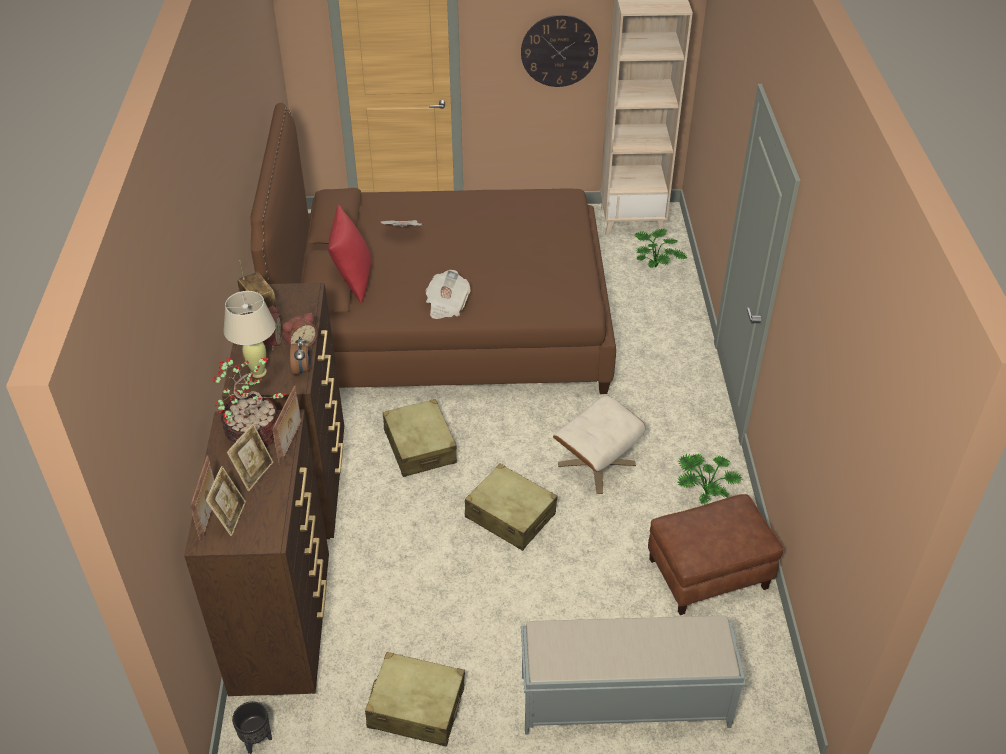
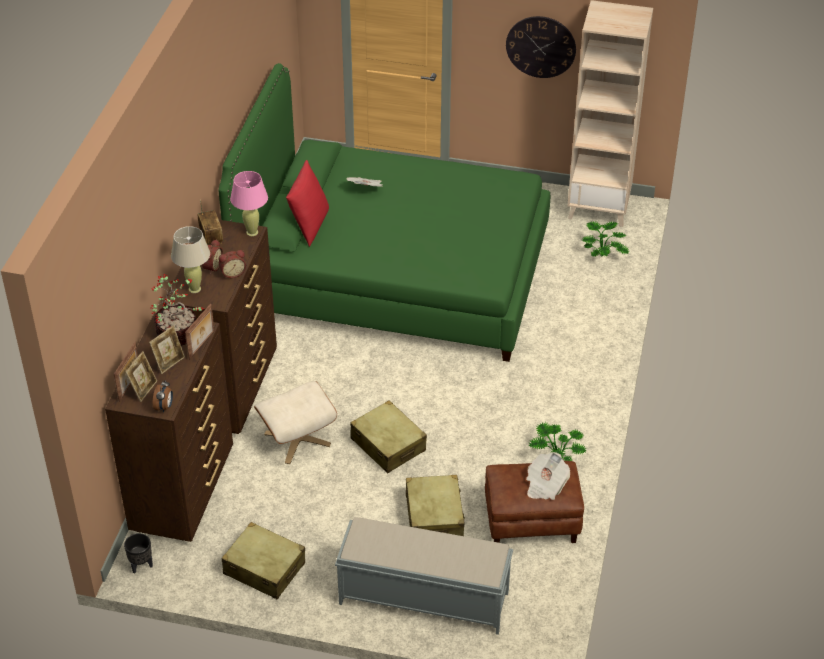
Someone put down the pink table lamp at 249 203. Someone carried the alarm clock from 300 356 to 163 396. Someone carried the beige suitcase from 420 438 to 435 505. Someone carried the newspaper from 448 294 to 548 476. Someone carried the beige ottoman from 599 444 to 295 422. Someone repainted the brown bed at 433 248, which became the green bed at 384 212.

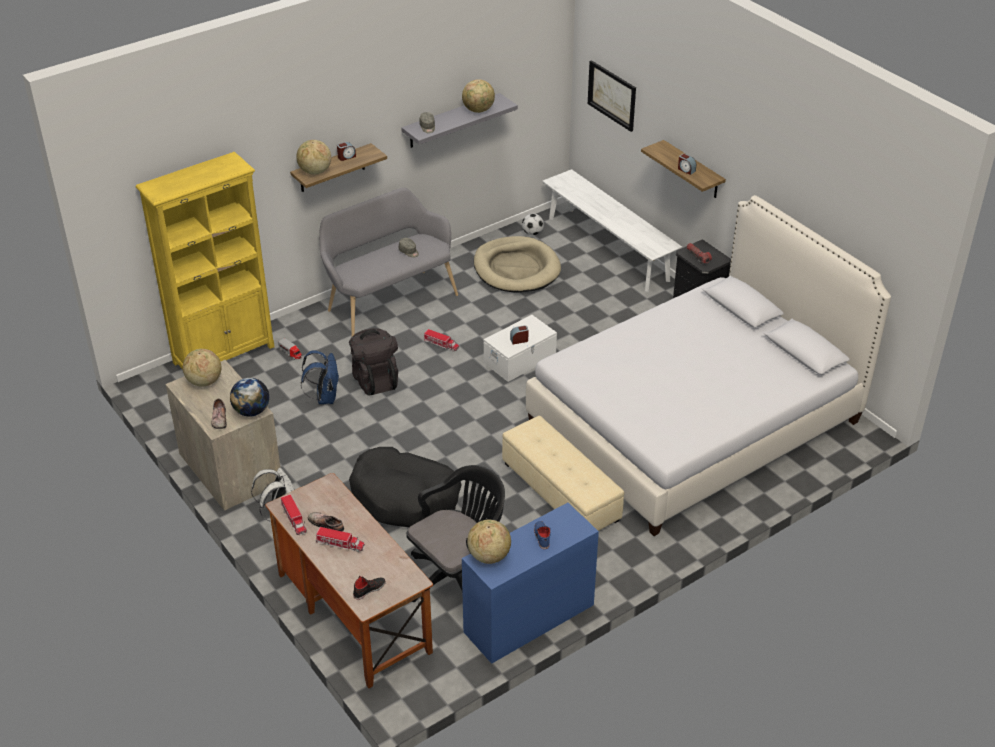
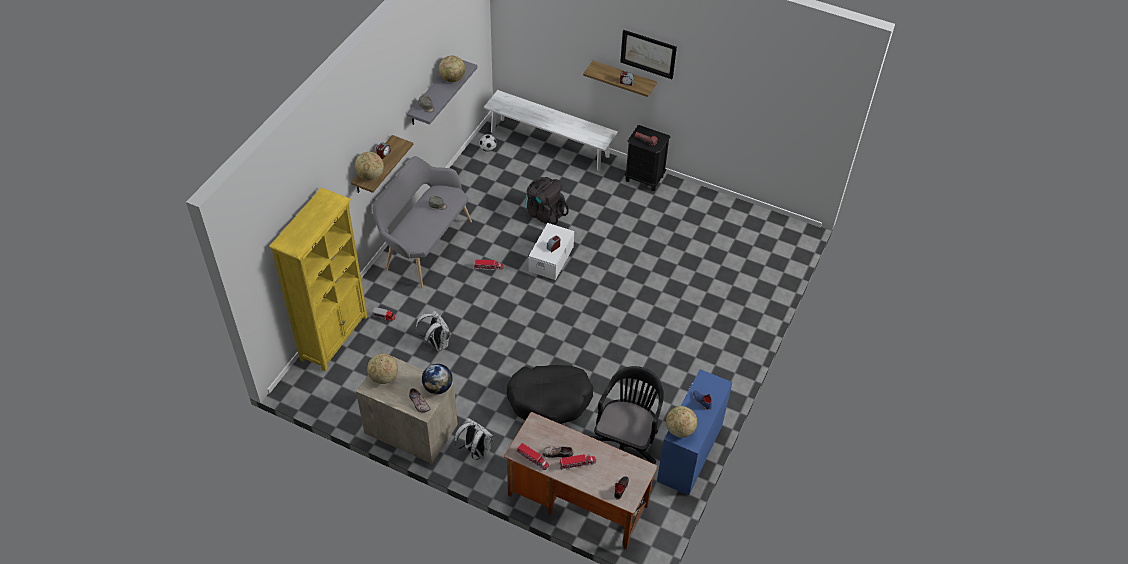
Someone took away the beige dog bed at 517 264. Someone took away the beige ottoman at 563 473. Someone took away the white bed at 708 365. Someone carried the black backpack from 373 362 to 547 201. Someone carried the picture from 612 96 to 648 54. Someone repainted the blue backpack at 320 377, which became the white backpack at 433 330.

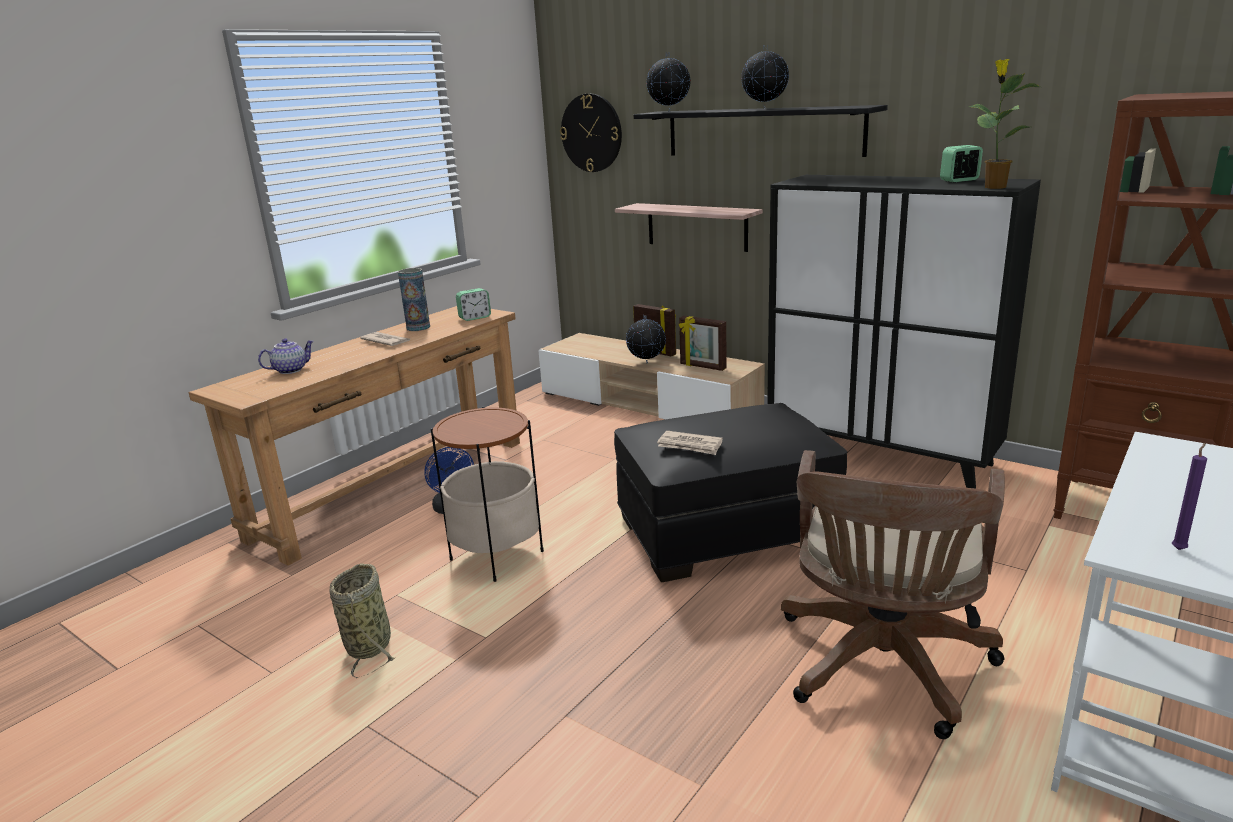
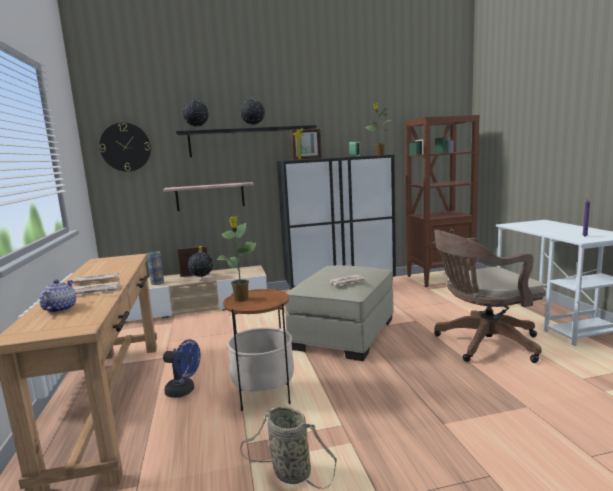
Someone took away the alarm clock at 473 304. Someone put down the newspaper at 96 288. Someone put down the potted plant at 236 259. Someone carried the vase from 414 299 to 155 268. Someone carried the picture frame from 703 343 to 306 144. Someone repainted the black ottoman at 730 492, which became the beige ottoman at 339 313. Someone rotated the brown office chair at 893 594 by 105 degrees clockwise.

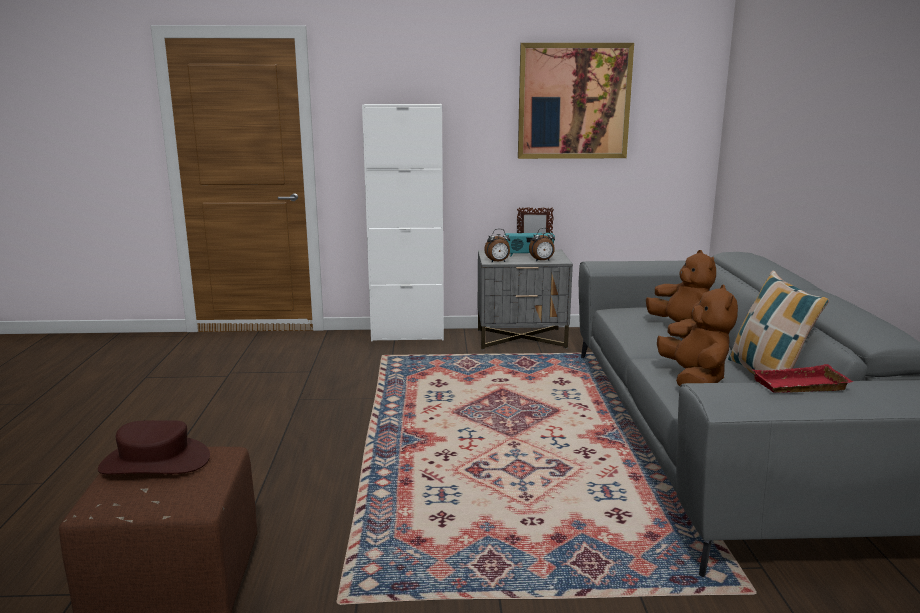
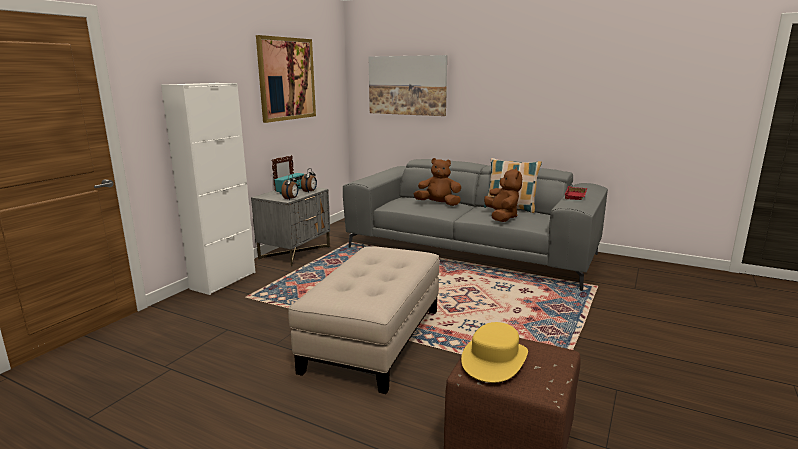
Someone put down the beige ottoman at 363 320. Someone put up the picture at 408 85. Someone repainted the brown hat at 154 447, which became the yellow hat at 494 352. Someone rotated the brown plush toy at 697 335 by 60 degrees clockwise.

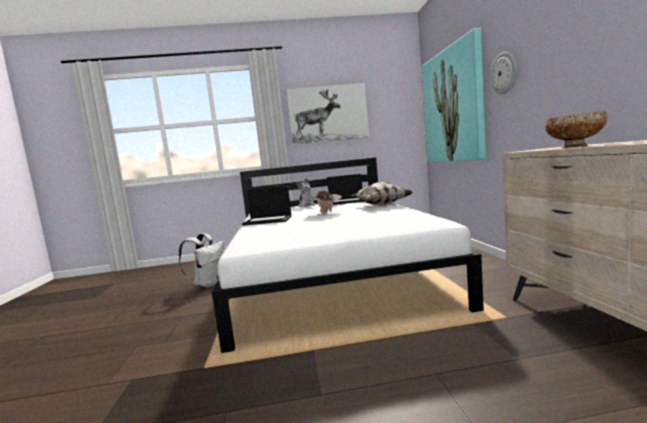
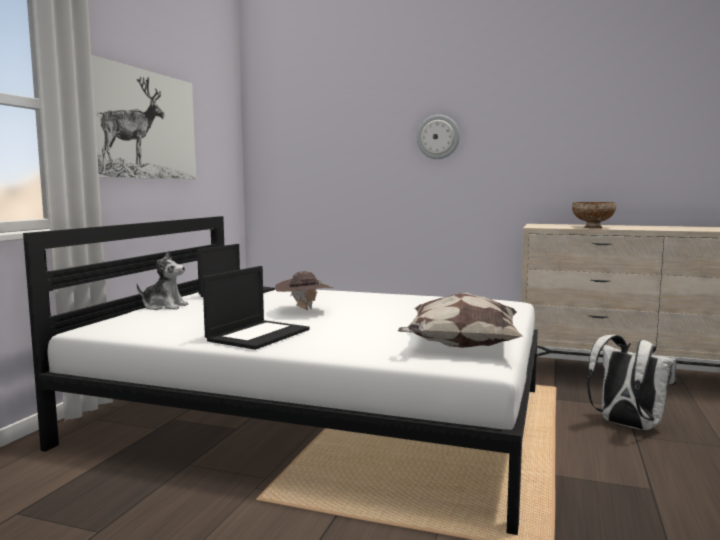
Someone took away the picture at 454 95. Someone carried the white backpack from 201 260 to 632 382. Someone carried the pillow from 381 194 to 460 320.

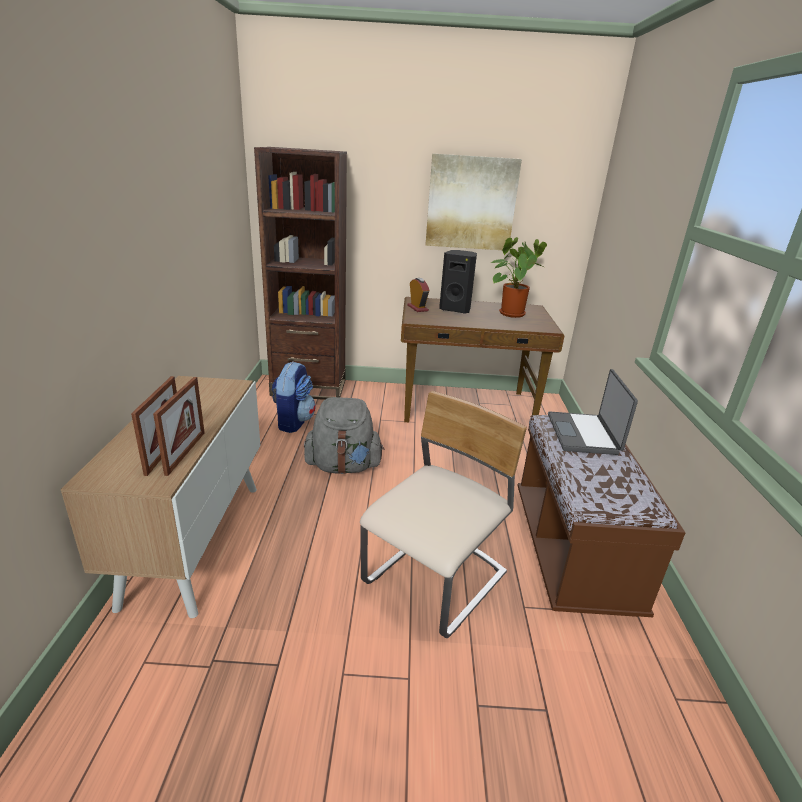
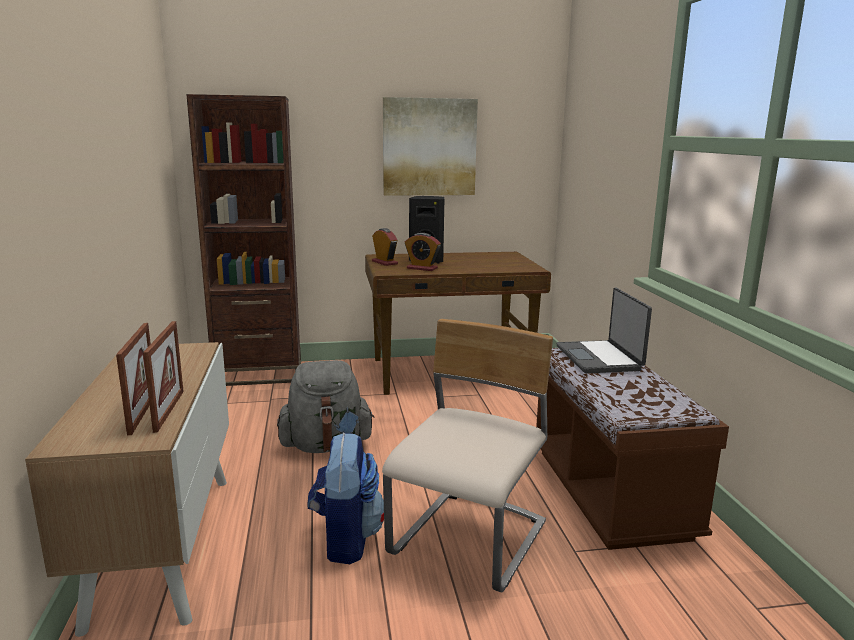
Someone took away the potted plant at 519 277. Someone put down the alarm clock at 423 252. Someone carried the backpack from 294 397 to 345 498.

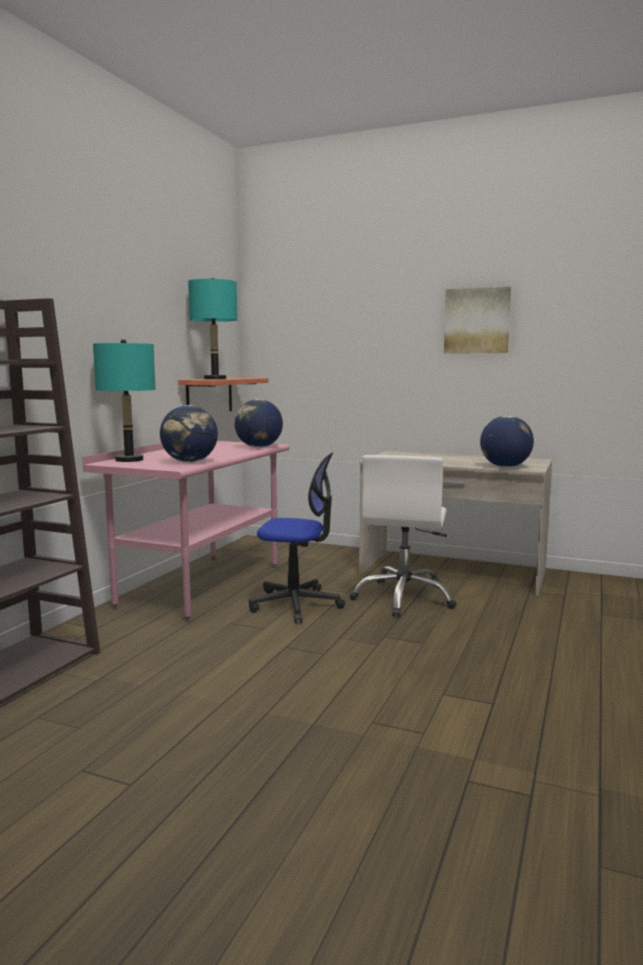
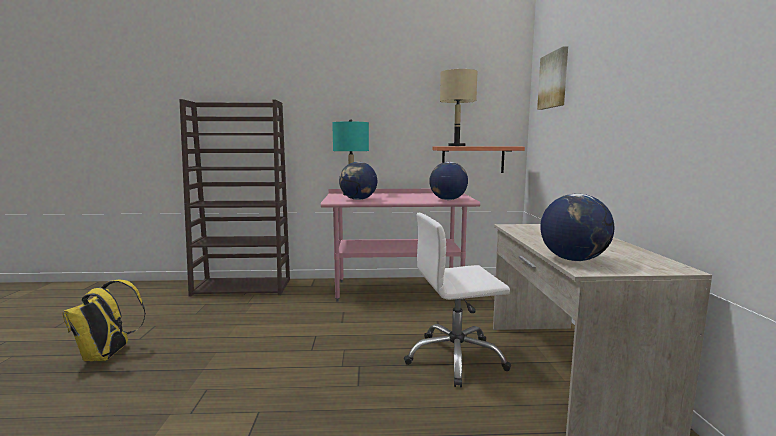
Someone took away the office chair at 297 537. Someone put down the yellow backpack at 104 320. Someone carried the picture from 477 319 to 552 78. Someone repainted the turquoise table lamp at 212 328, which became the beige table lamp at 458 107.

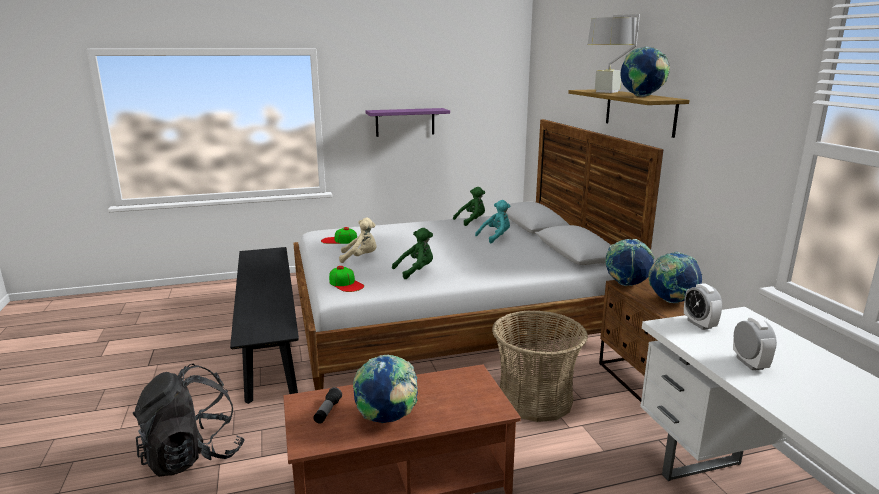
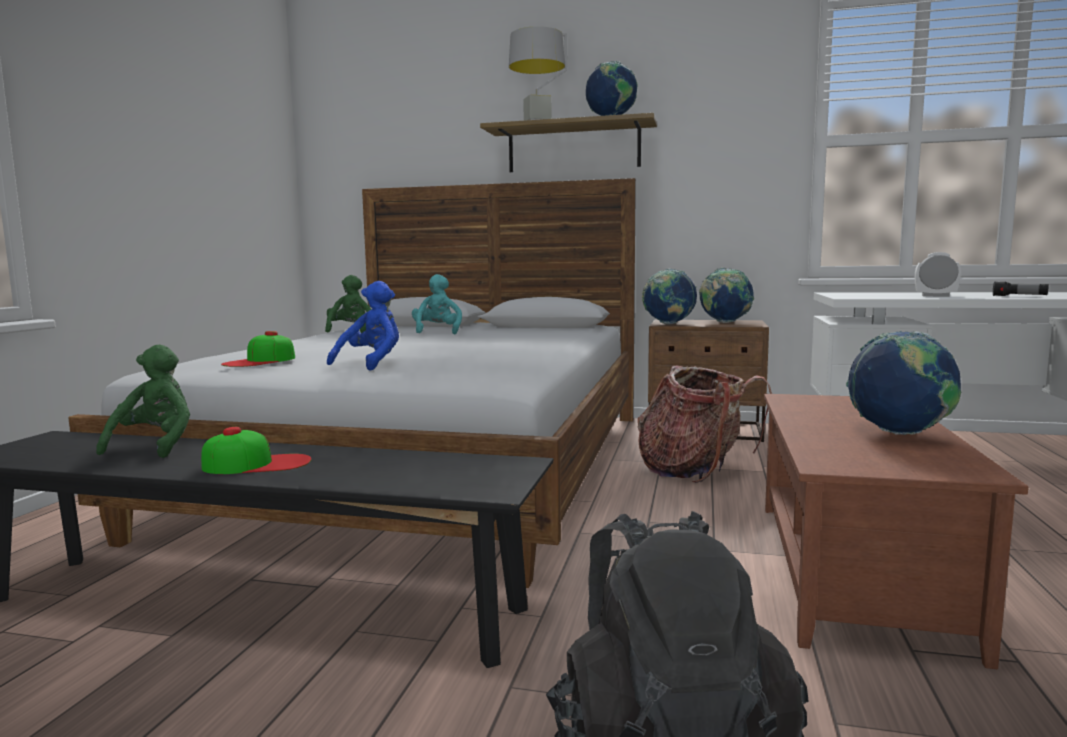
Someone took away the purple shelf at 408 122. Someone took away the alarm clock at 703 307. Someone carried the flashlight from 327 405 to 1021 289. Someone carried the cap from 346 279 to 256 450. Someone carried the green plush toy from 412 253 to 143 401. Someone swapped the basket at 540 366 for the backpack at 704 424. Someone repainted the beige plush toy at 358 240, which became the blue plush toy at 363 326.

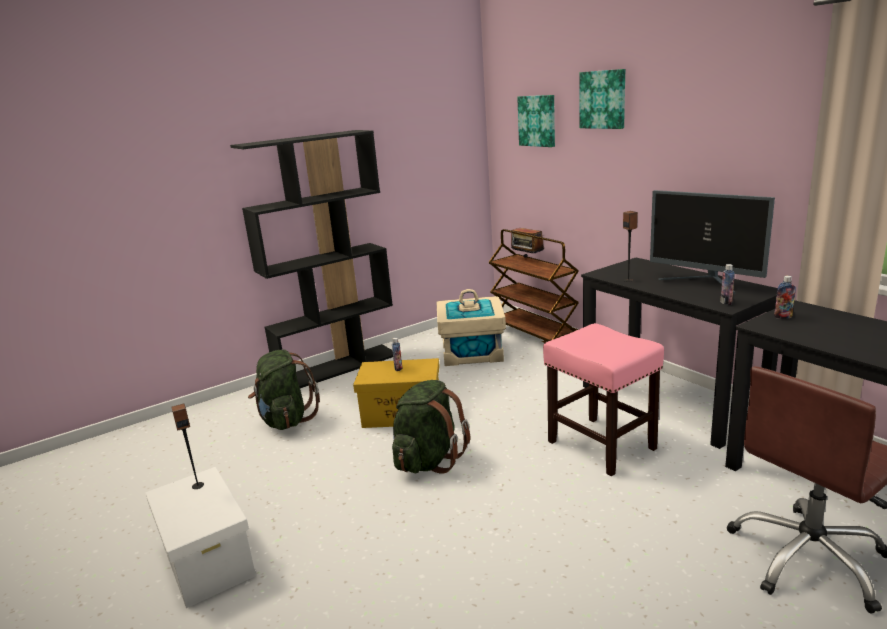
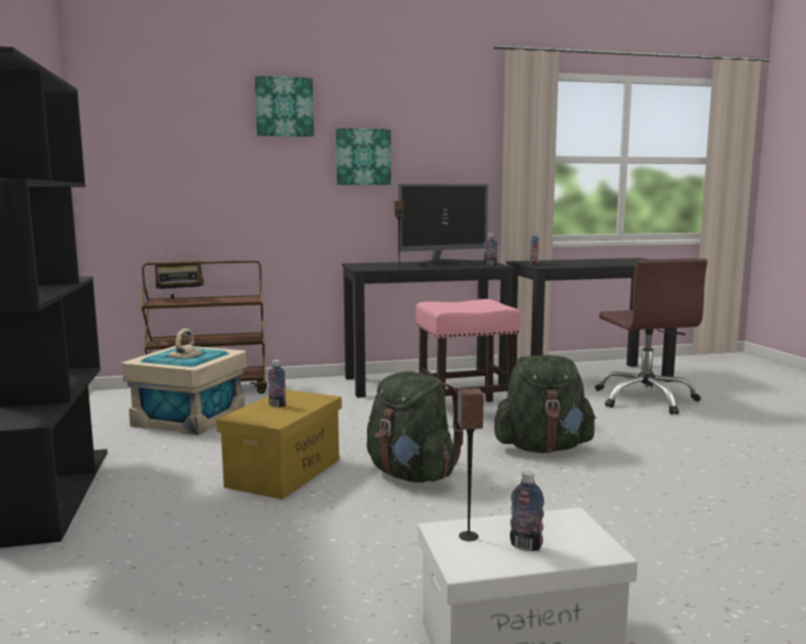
Someone put down the bottle at 527 511. Someone carried the green backpack from 284 389 to 545 404. Someone carried the picture from 536 121 to 363 156.

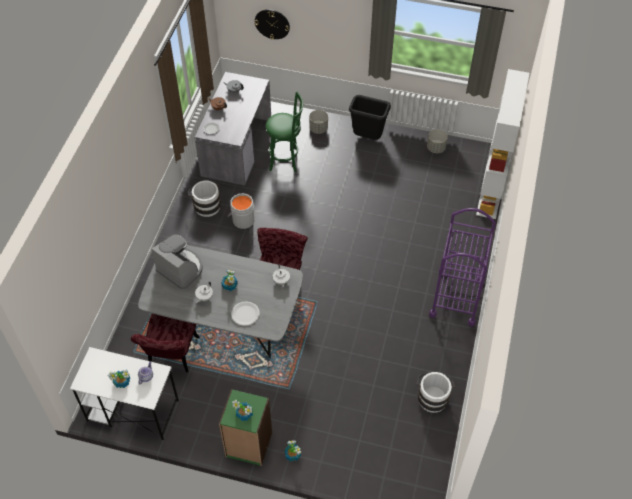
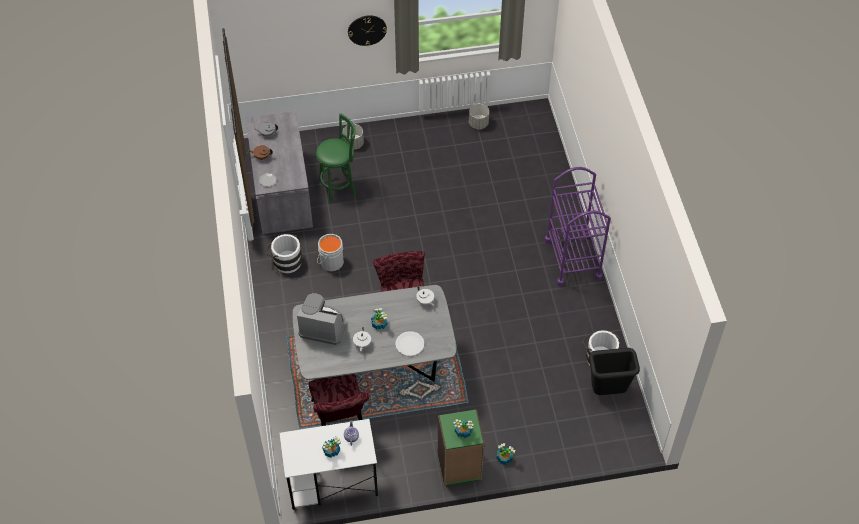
Someone took away the white bookcase at 502 144. Someone carried the wall clock from 272 24 to 367 30. Someone carried the black trash can from 370 117 to 614 371.

